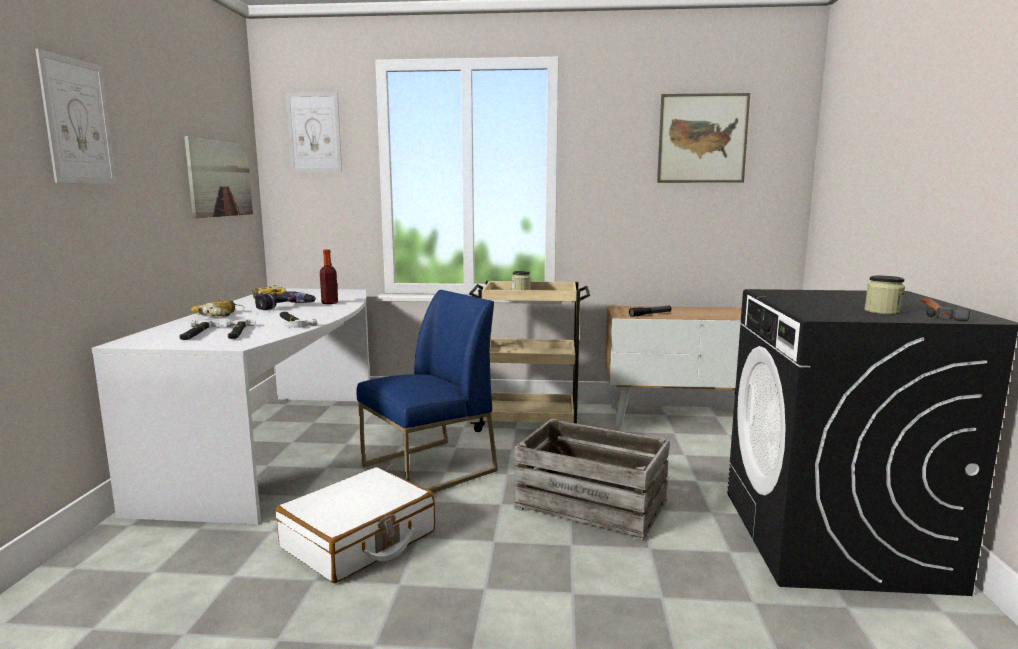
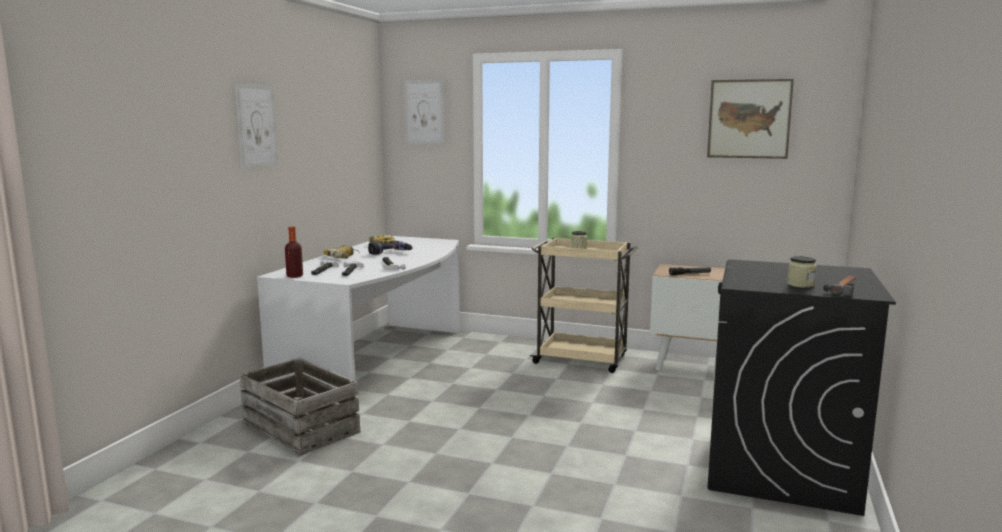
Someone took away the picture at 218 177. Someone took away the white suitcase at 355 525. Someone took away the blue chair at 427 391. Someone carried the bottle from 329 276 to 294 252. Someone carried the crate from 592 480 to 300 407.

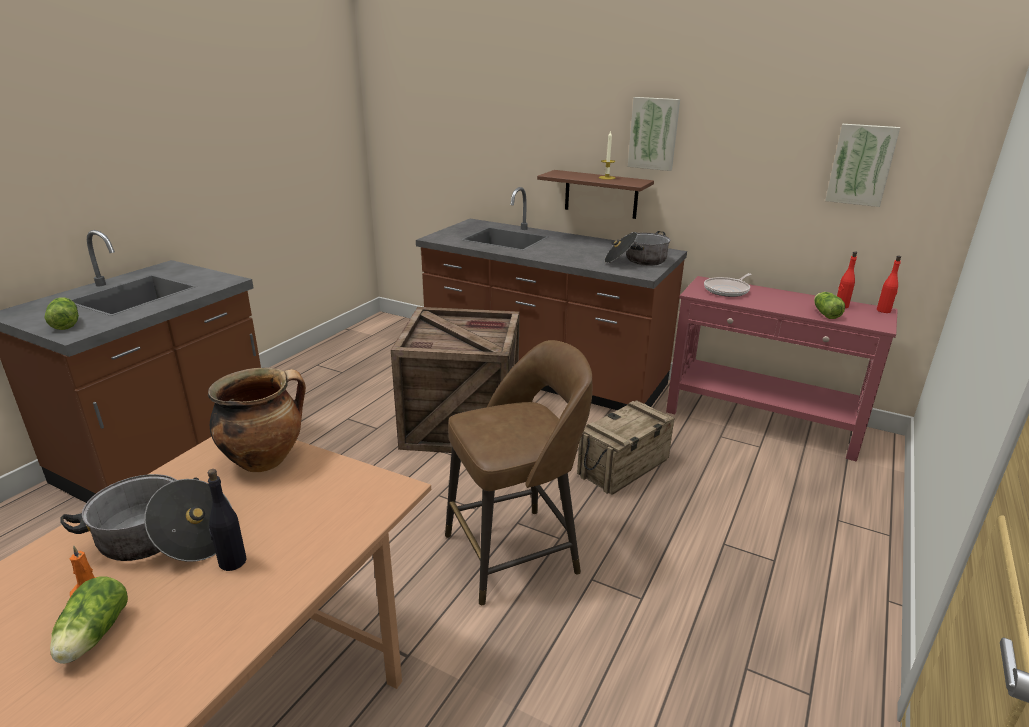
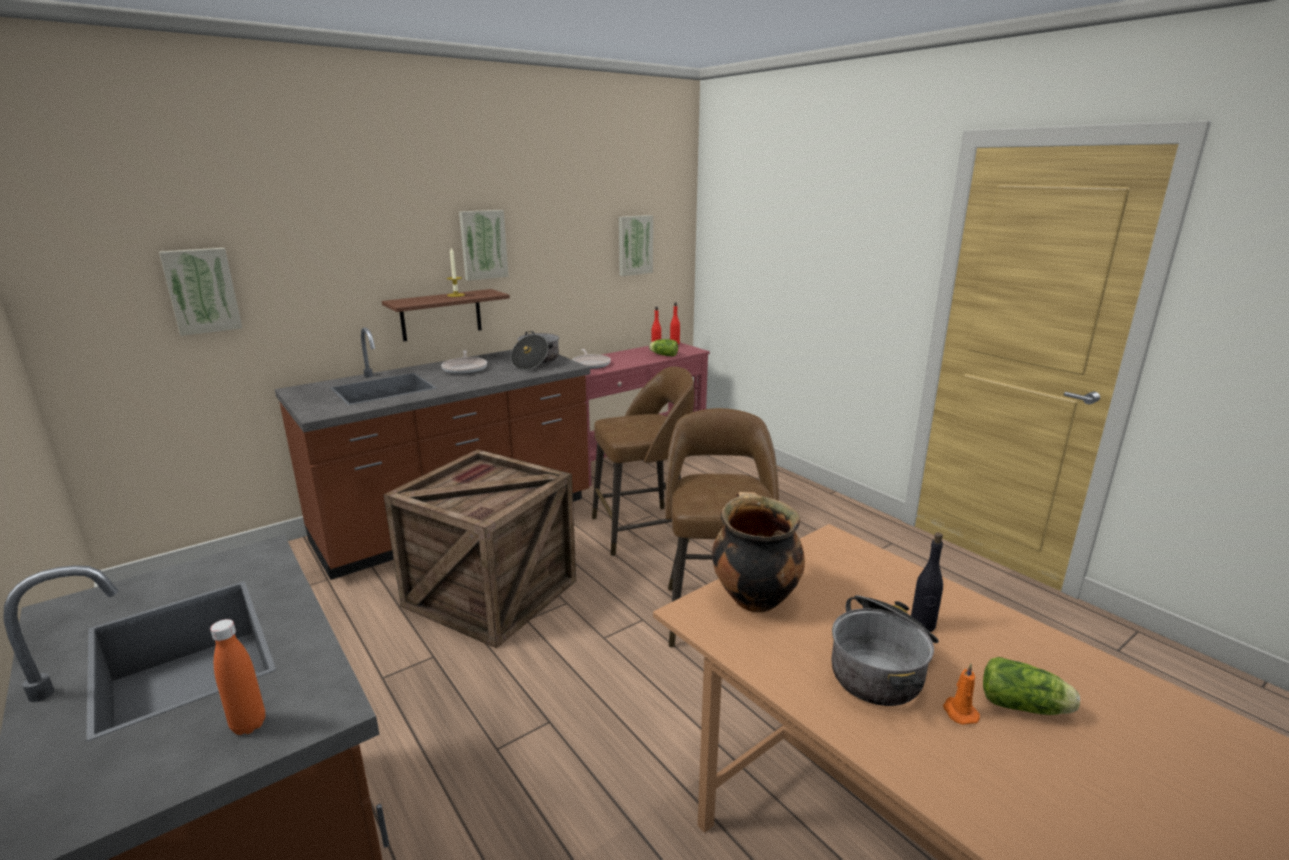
Someone put up the picture at 200 292. Someone put down the frying pan at 464 362. Someone swapped the lettuce at 62 313 for the orange bottle at 237 677. Someone swapped the crate at 625 447 for the brown stool at 643 461.

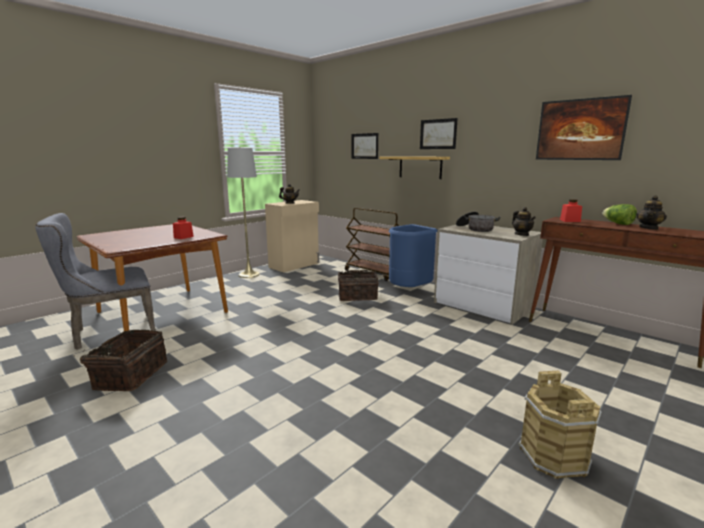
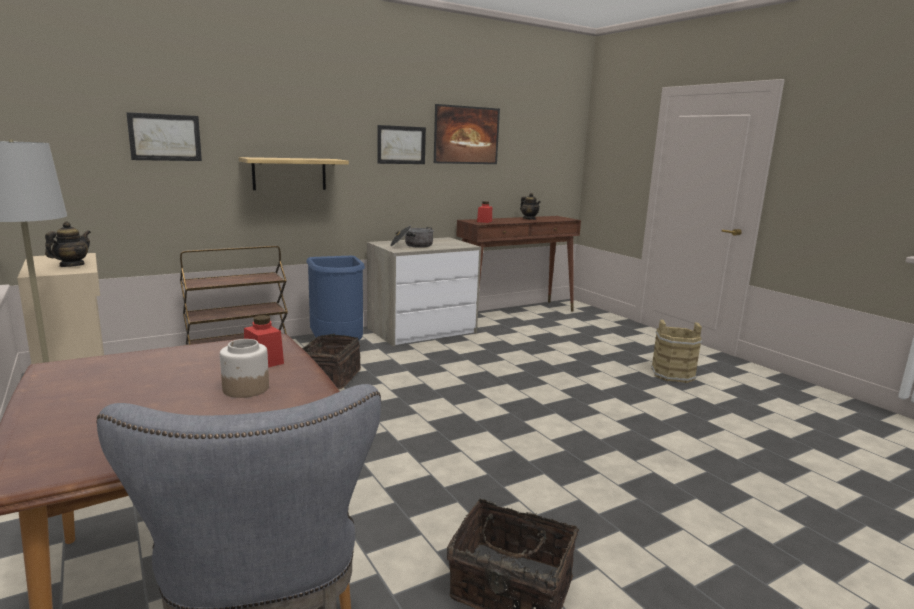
Someone took away the teapot at 524 221. Someone took away the lettuce at 620 214. Someone put down the jar at 244 368. Someone carried the picture from 439 133 to 402 144.

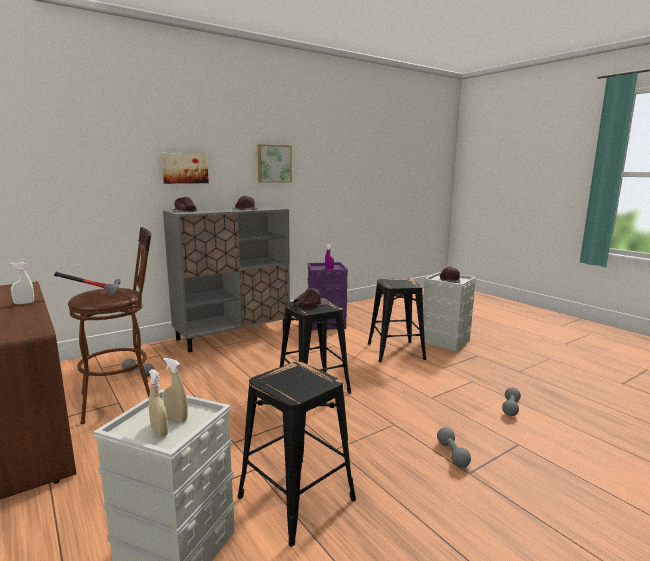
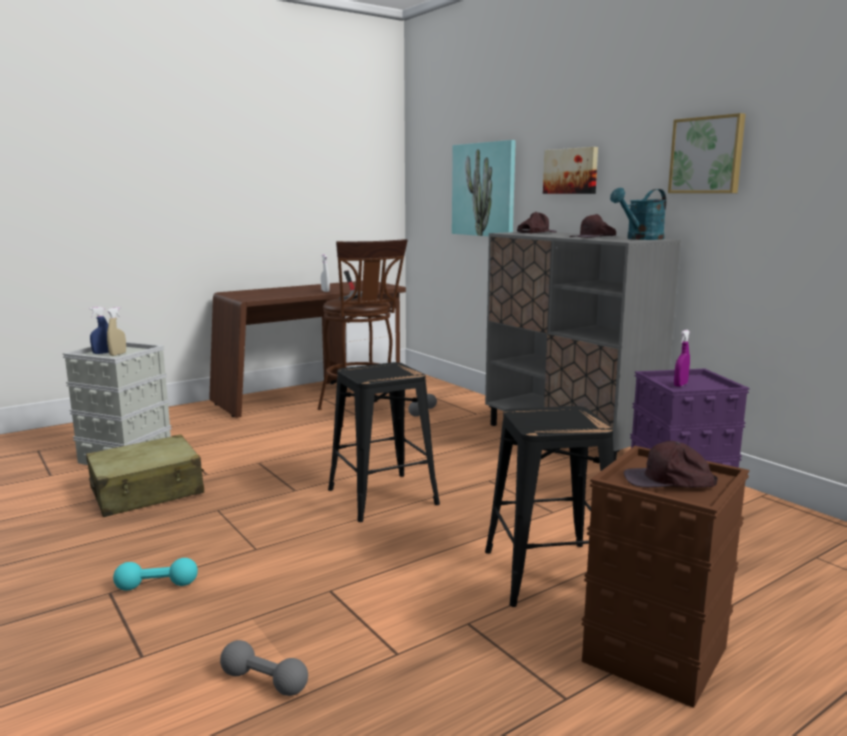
Someone took away the brown cap at 311 298. Someone put up the picture at 484 188. Someone put down the turquoise watering can at 638 214. Someone swapped the black stool at 297 454 for the beige suitcase at 145 475. Someone repainted the beige spray bottle at 158 403, which became the blue spray bottle at 99 330. Someone repainted the grey storage box at 448 311, which became the brown storage box at 665 577. Someone repainted the grey dumbbell at 454 447, which became the turquoise dumbbell at 155 574.

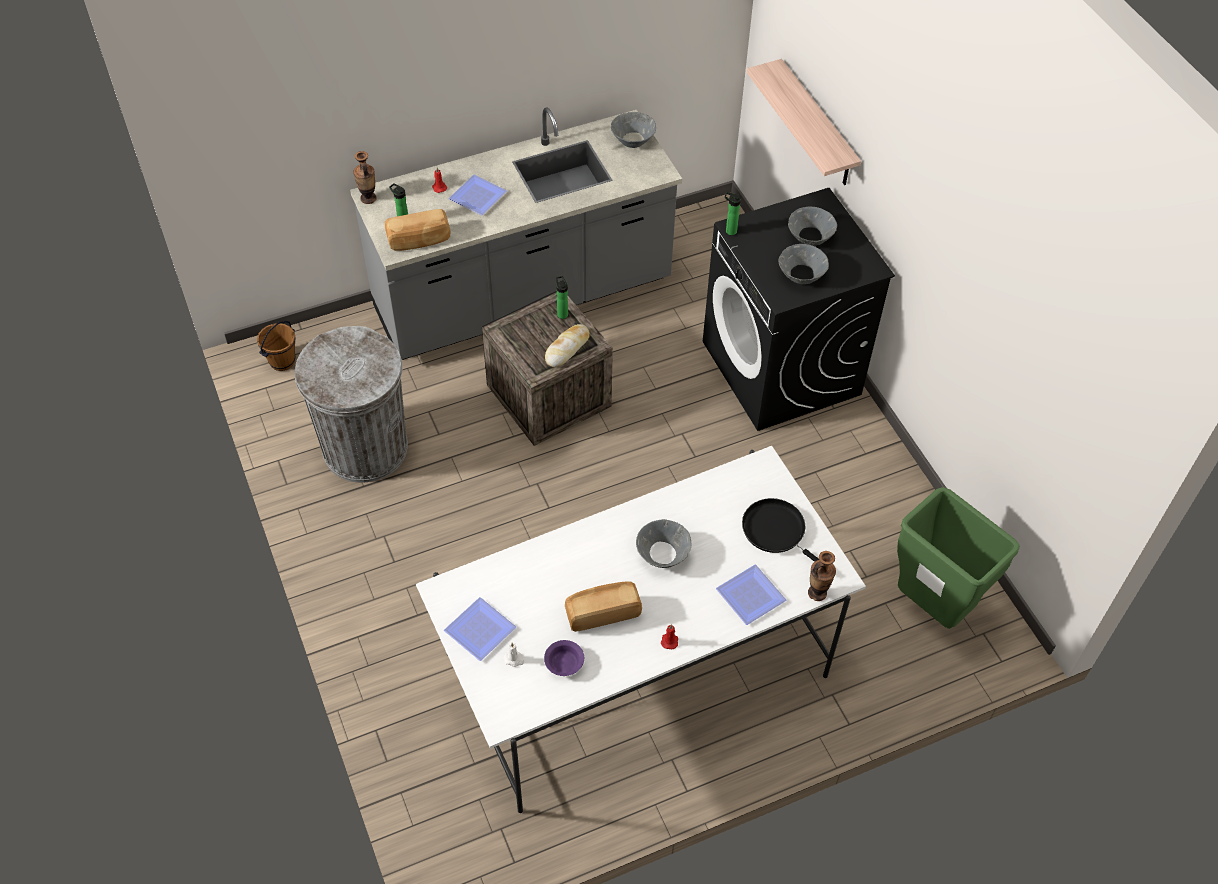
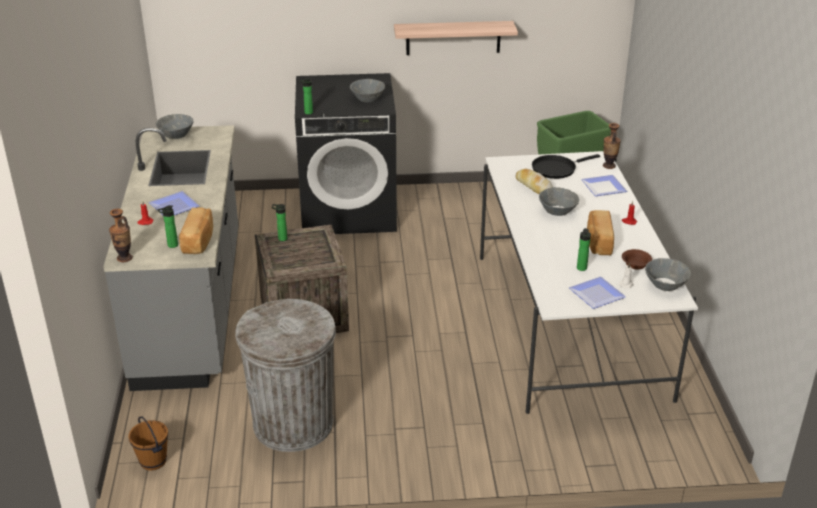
Someone put down the bottle at 584 249. Someone carried the bread from 567 345 to 534 181. Someone carried the shelf from 804 122 to 456 38. Someone carried the grey bowl from 812 226 to 668 274. Someone repainted the purple bowl at 564 658, which became the brown bowl at 637 259.

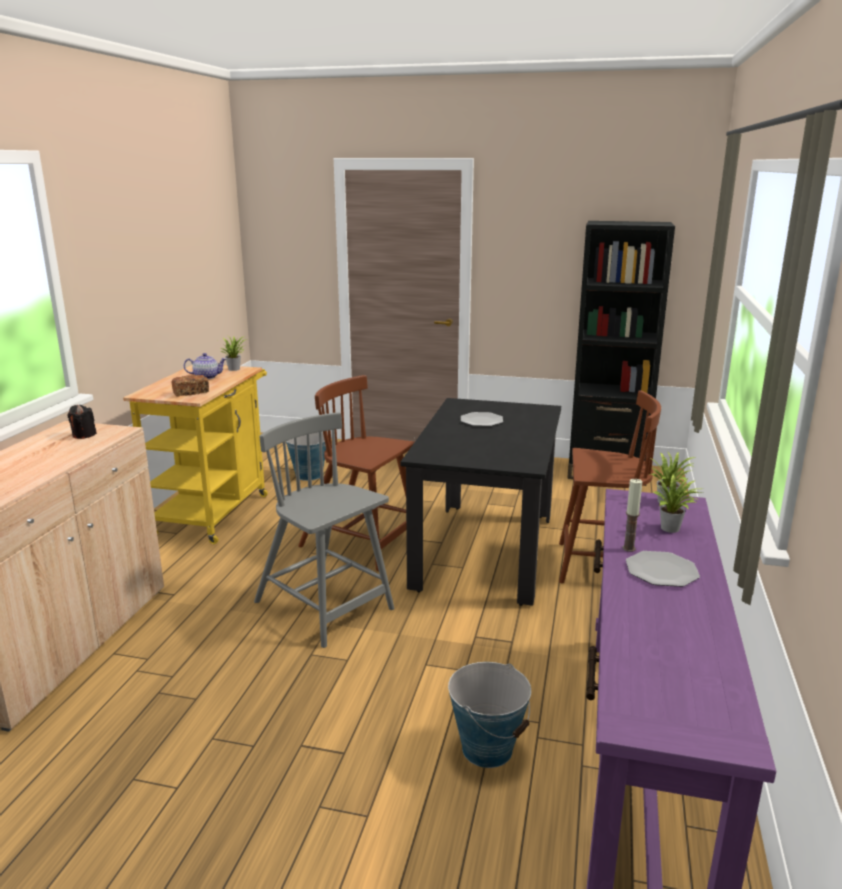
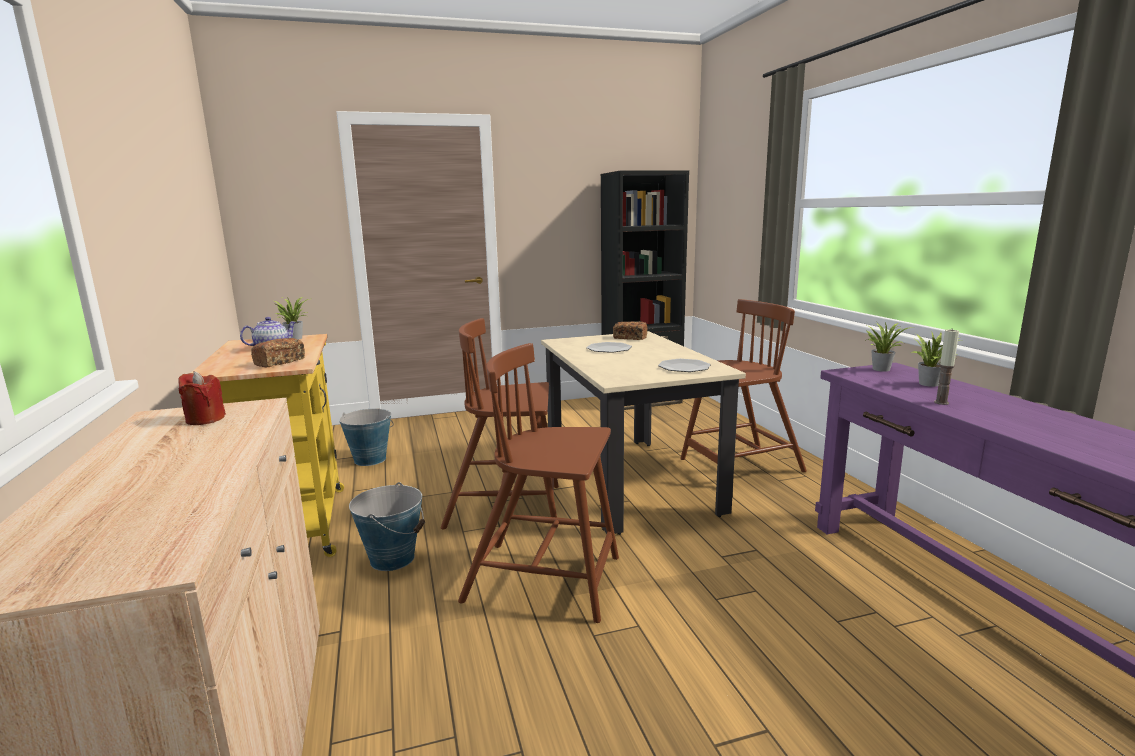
Someone put down the bread at 630 331. Someone carried the bucket from 489 715 to 387 526. Someone carried the plate from 663 569 to 684 365. Someone repainted the black candle at 82 422, which became the red candle at 202 398. Someone repainted the grey chair at 324 530, which became the brown chair at 538 483. Someone repainted the black dining table at 481 502, which became the beige dining table at 643 433.

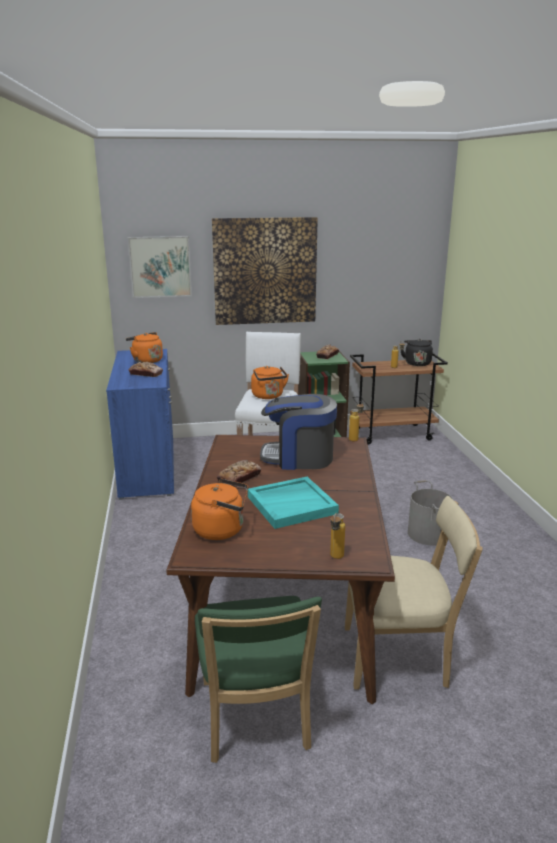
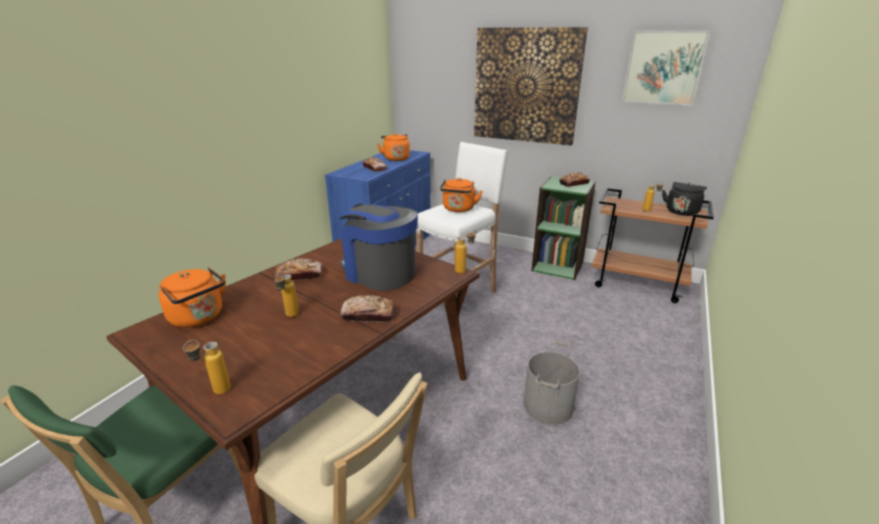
Someone put down the bread at 367 308. Someone carried the picture from 160 267 to 666 68. Someone swapped the turquoise tray at 293 503 for the bottle at 286 295.

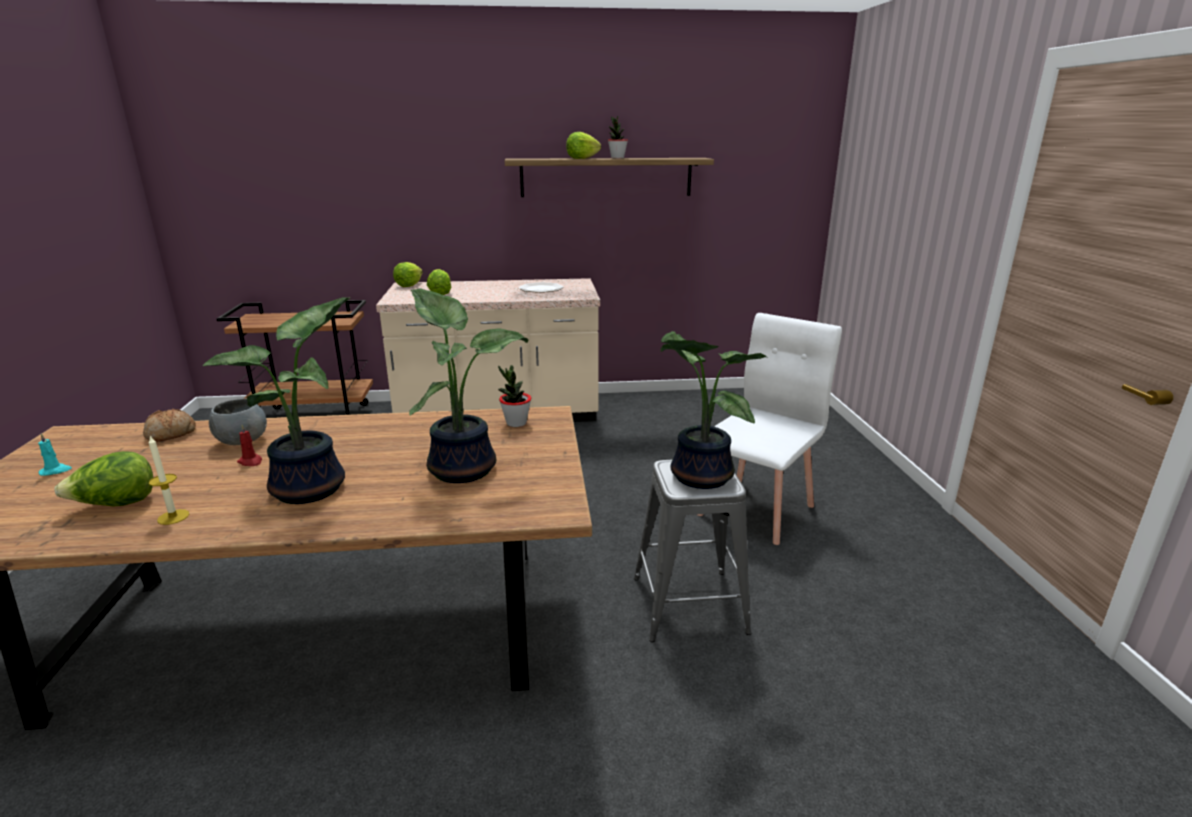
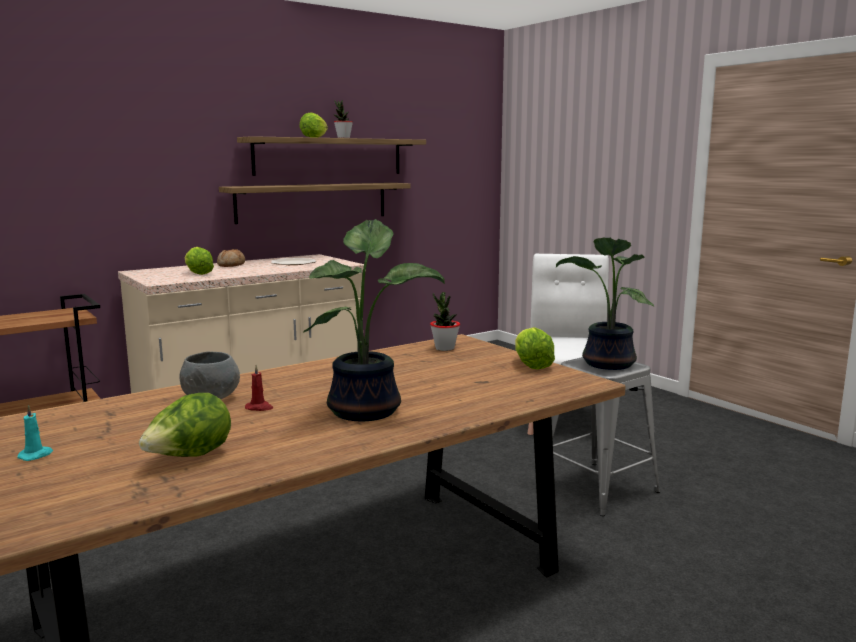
Someone took away the candle at 168 480. Someone took away the potted plant at 468 385. Someone put up the shelf at 315 203. Someone carried the bread from 169 425 to 231 258. Someone carried the lettuce from 408 274 to 535 348.

